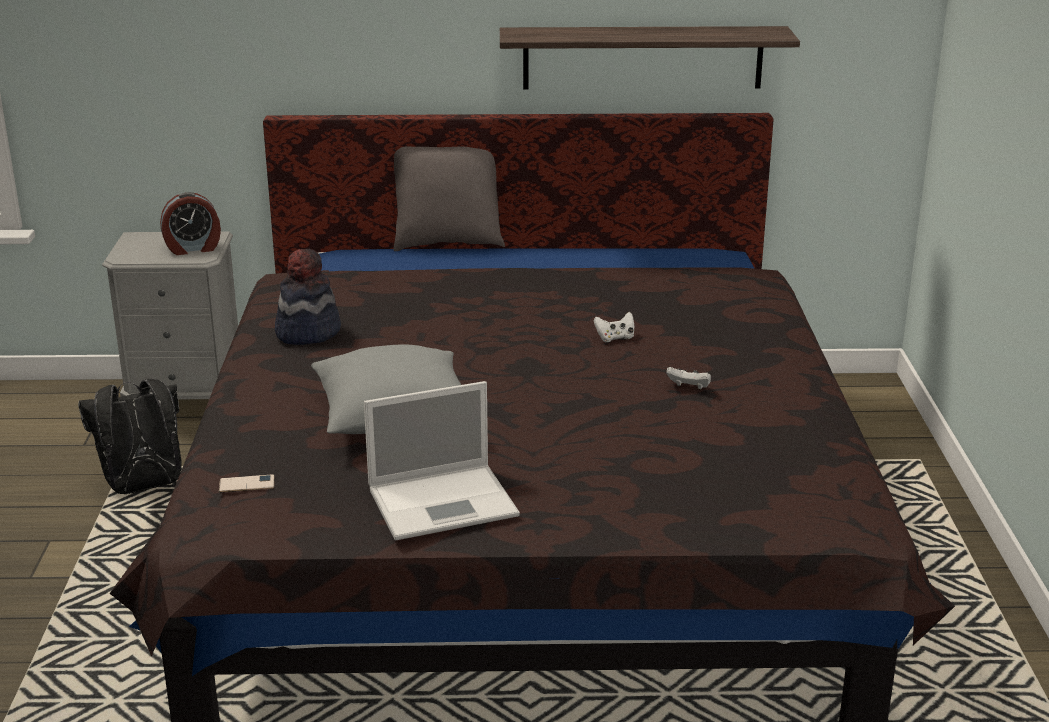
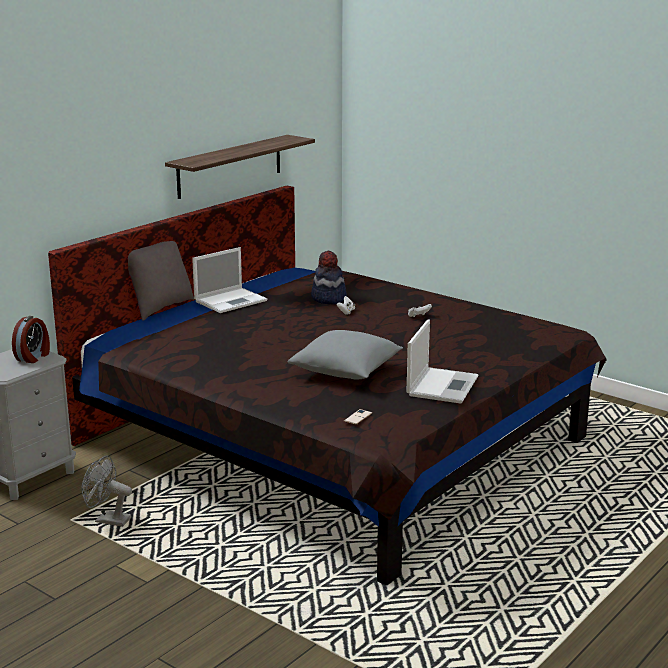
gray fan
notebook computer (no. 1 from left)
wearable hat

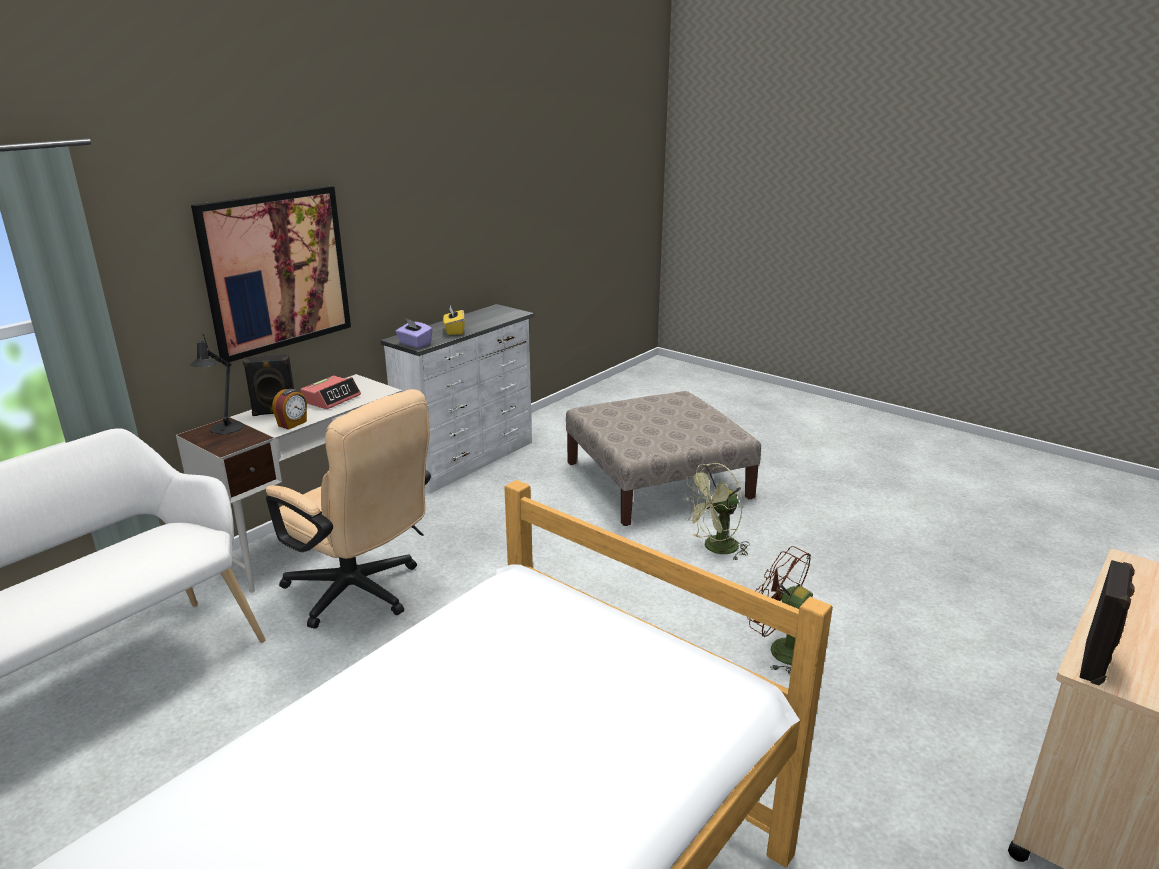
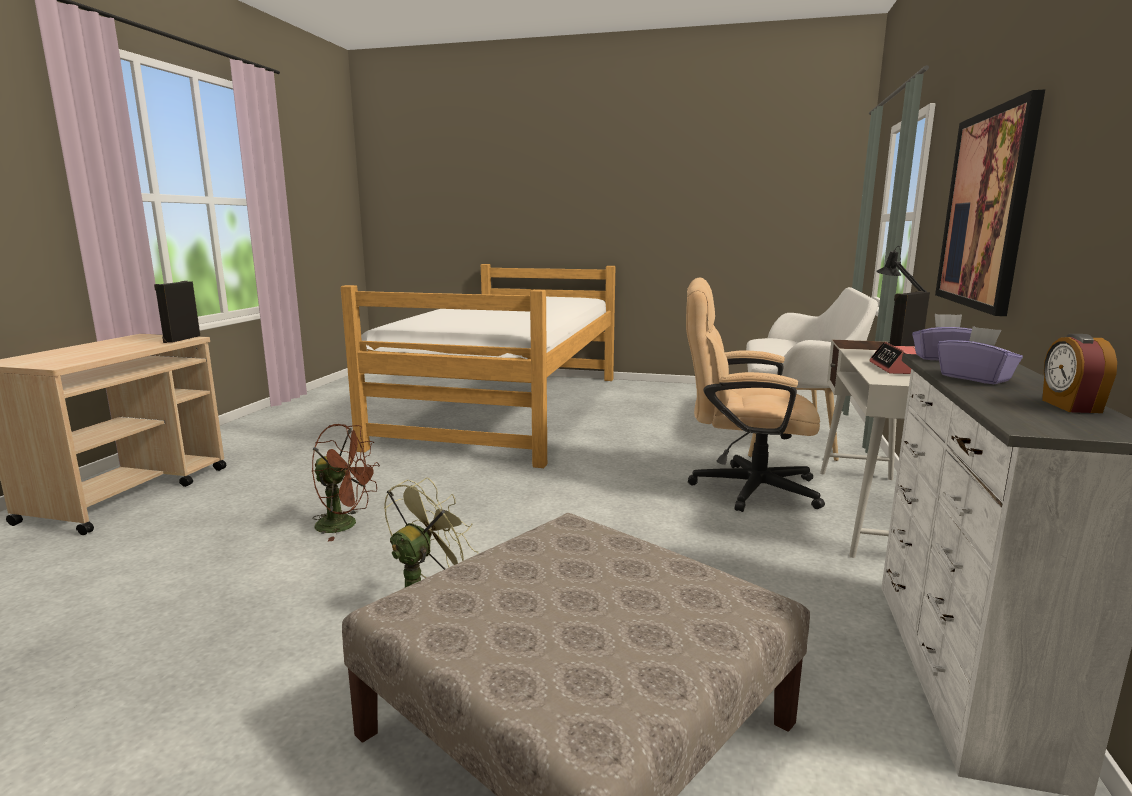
purple box of tissues (no. 2 from left)
alarm clock (no. 2 from left)

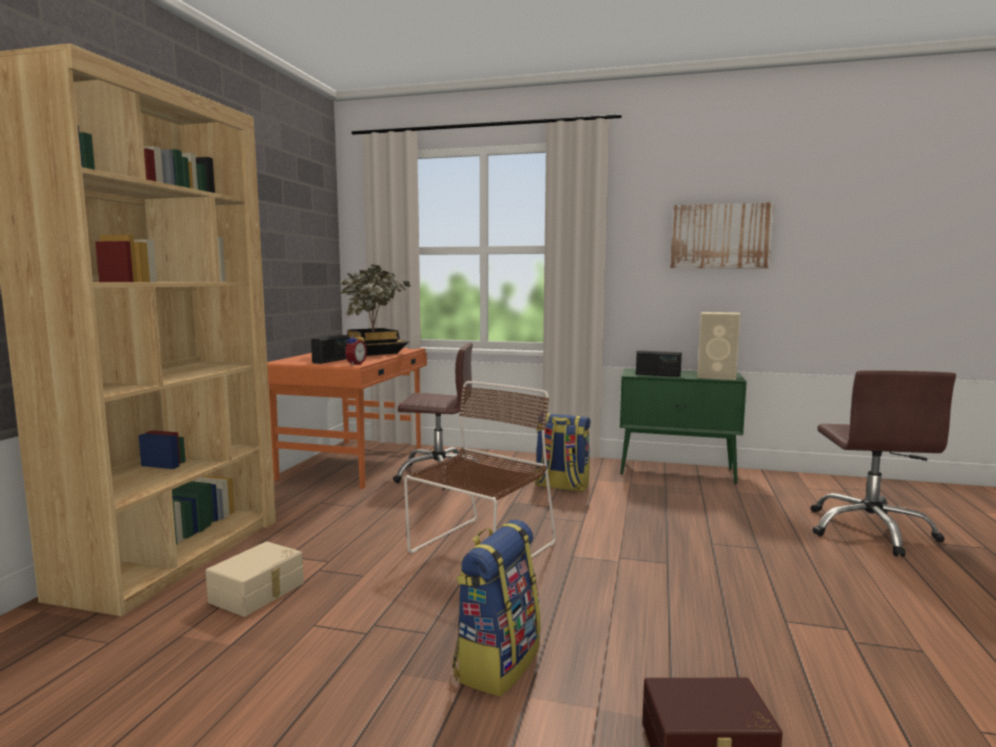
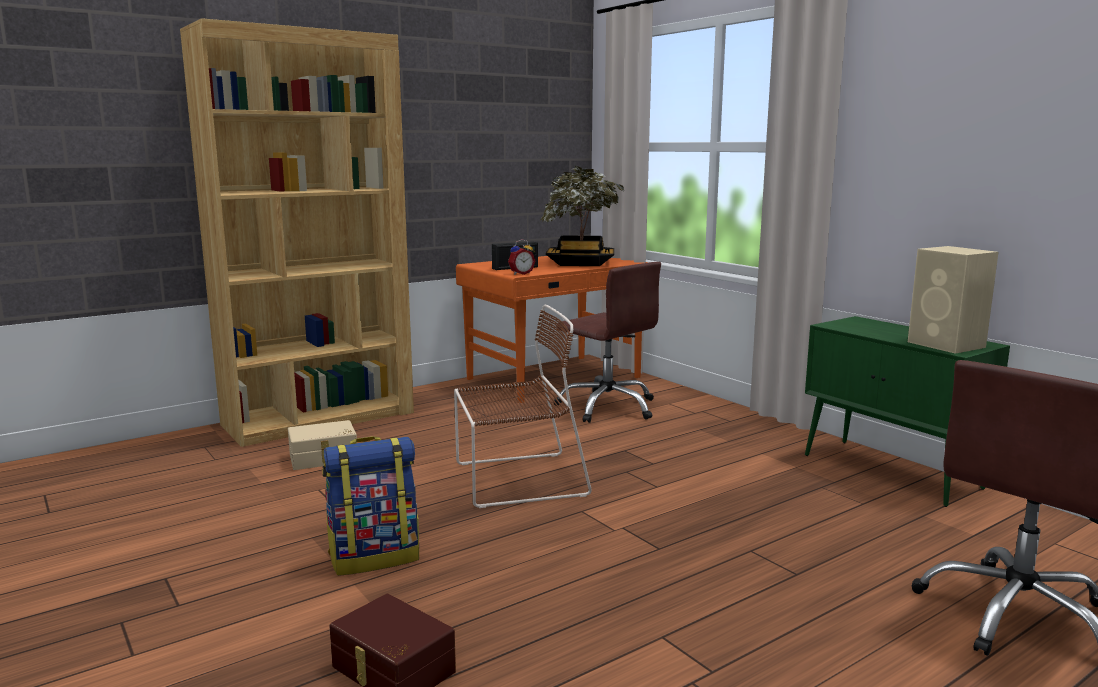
rucksack (no. 2 from left in the first image)
radio set (no. 2 from left in the first image)
wall art

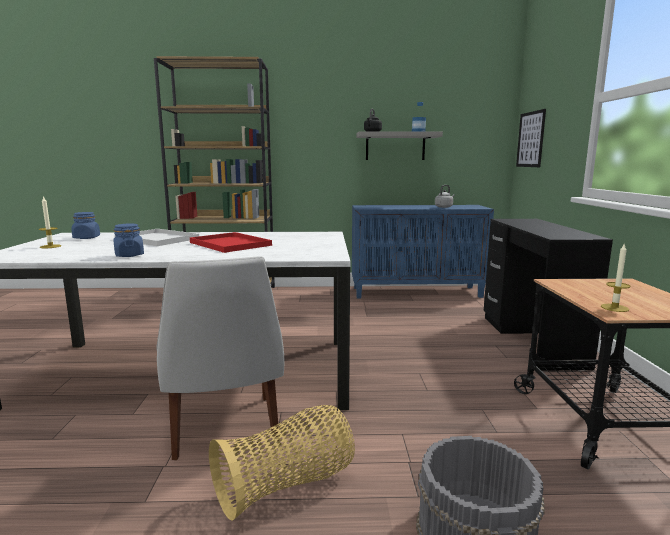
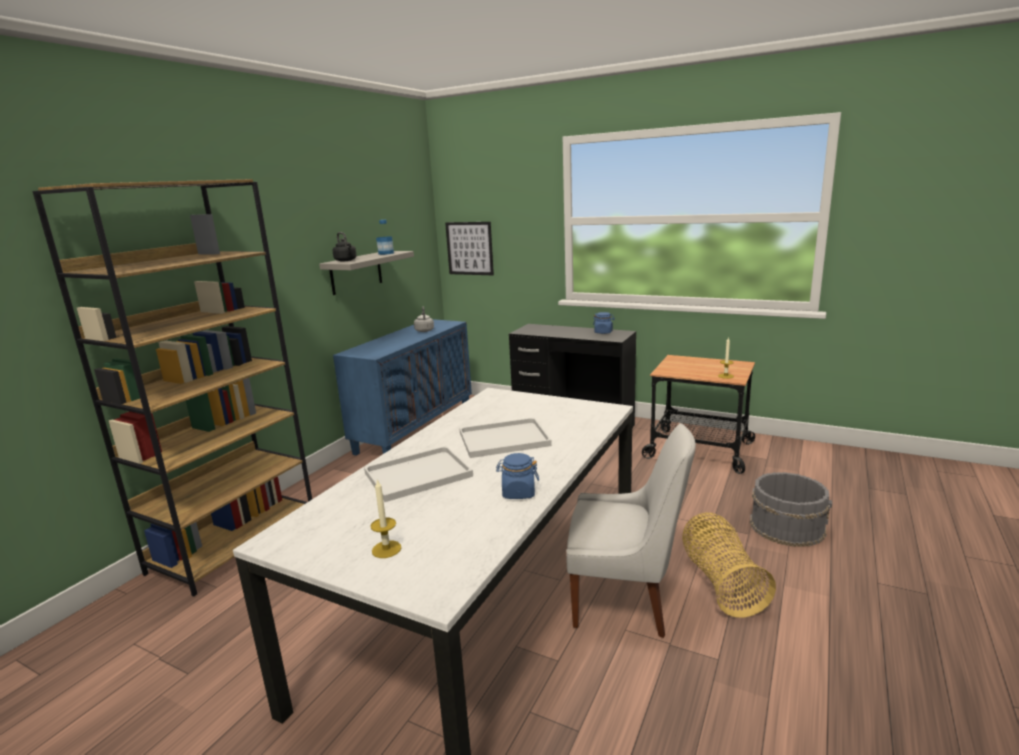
whitish tray (no. 2 from left)
blue jar (no. 2 from left)

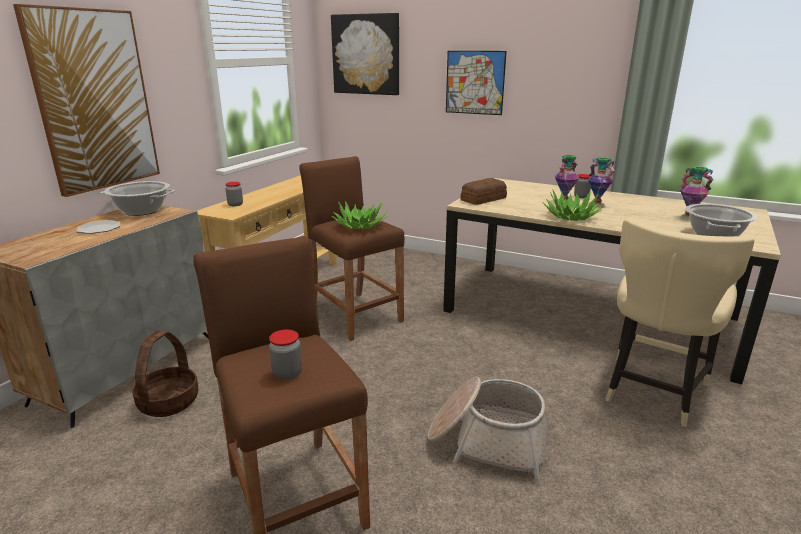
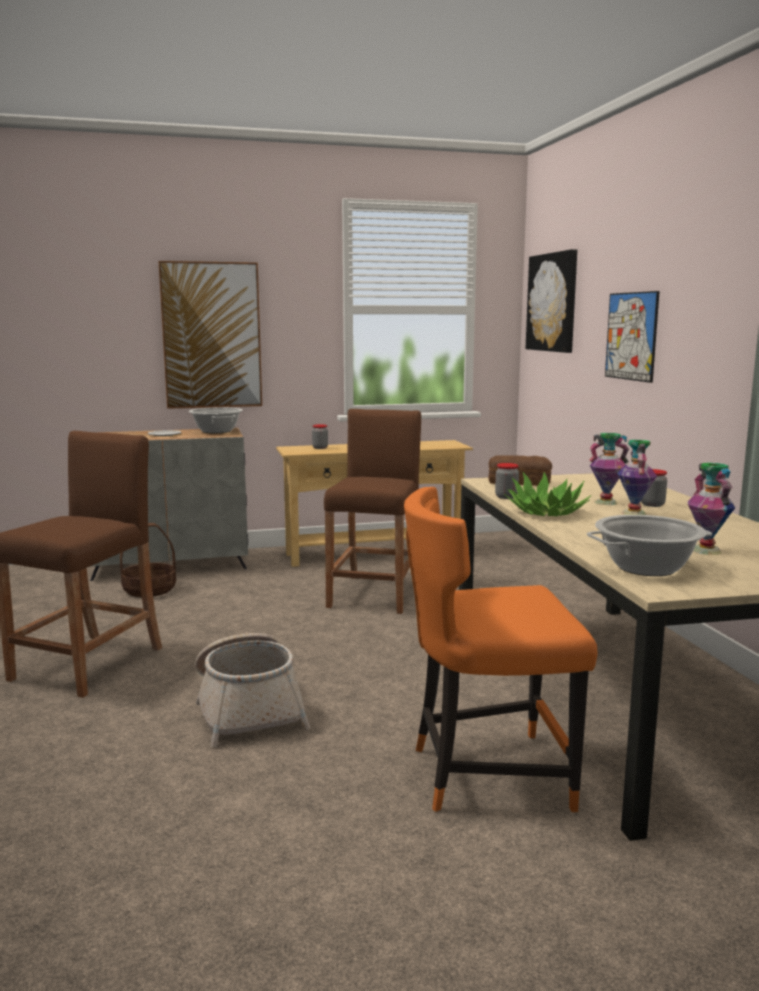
orange chair
jar (no. 2 from left)
plant in a pot (no. 1 from left in the first image)

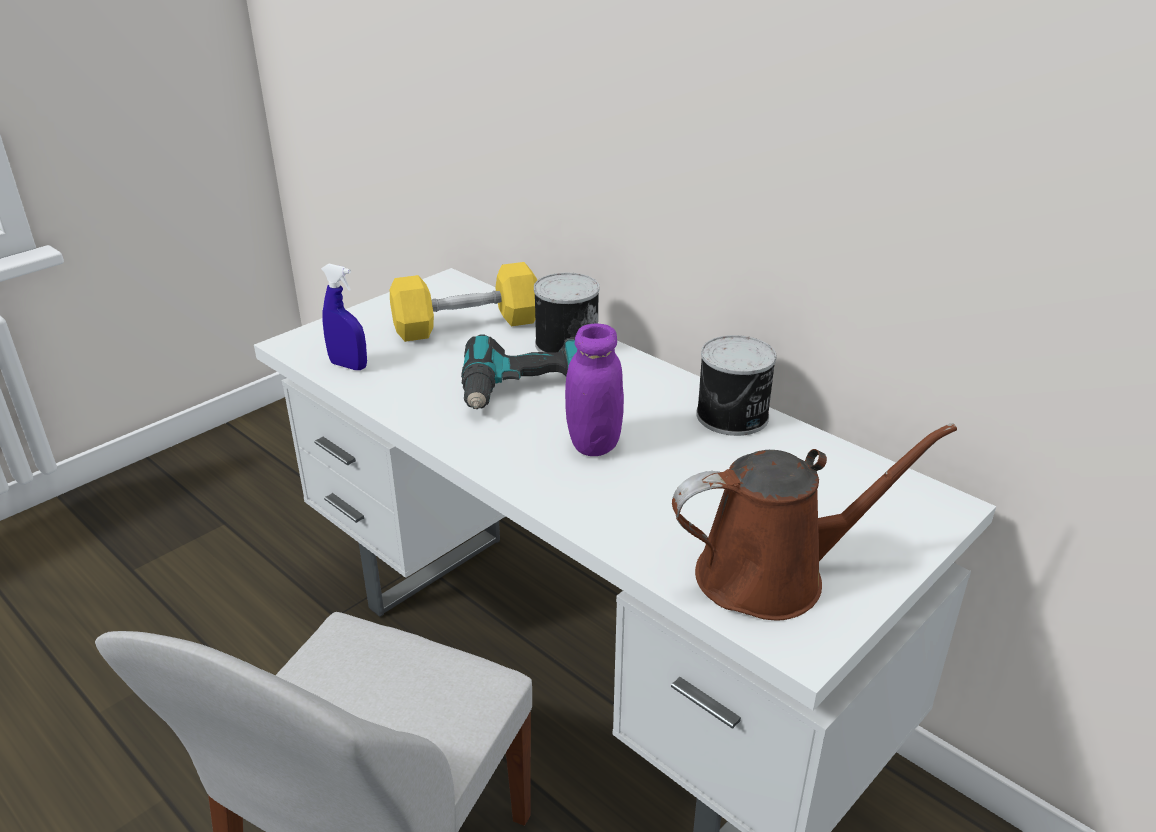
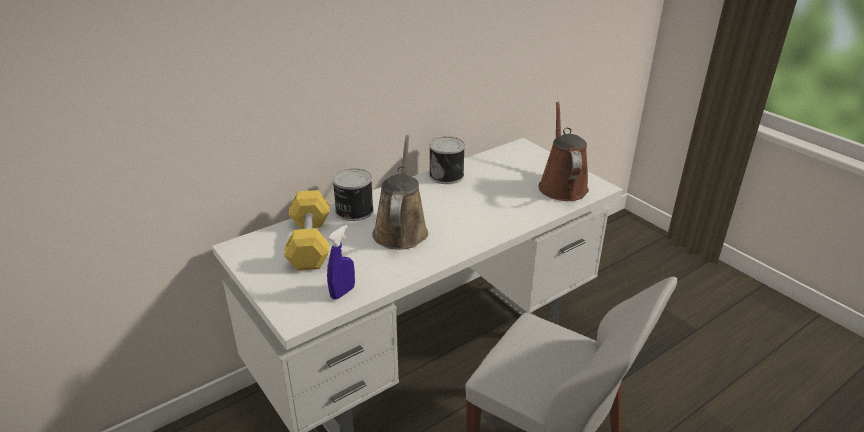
brownish watering can (no. 1 from left)
purple jar

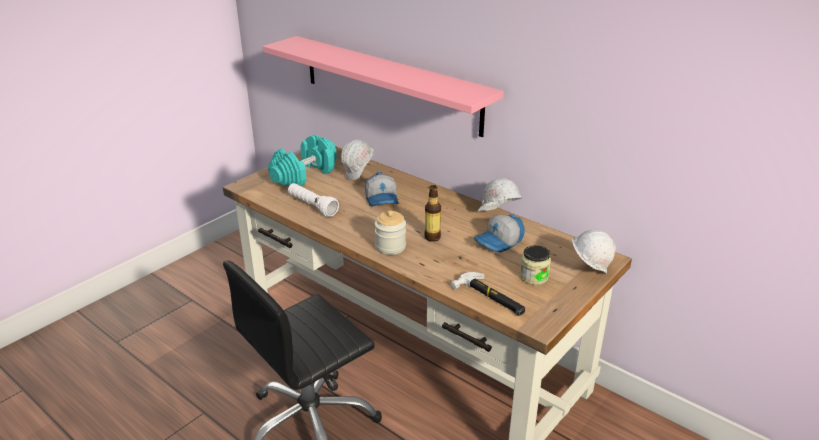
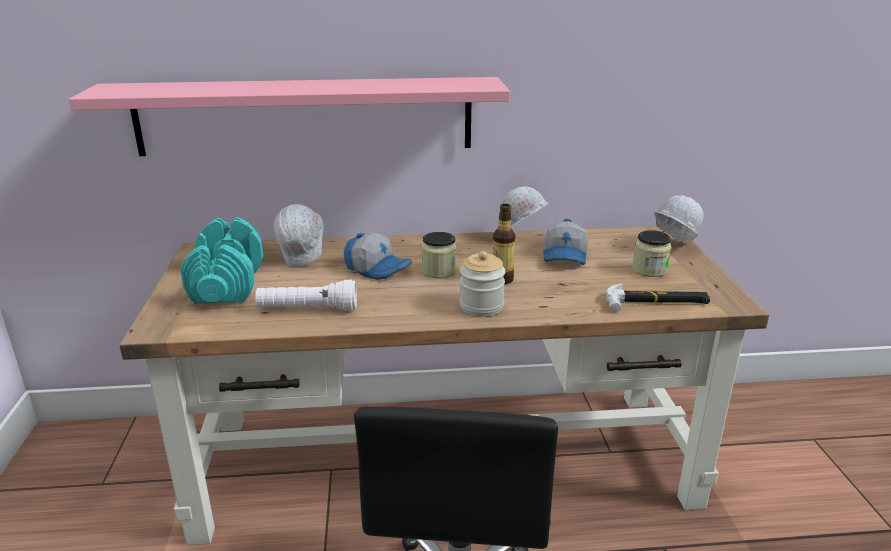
jar (no. 1 from left)

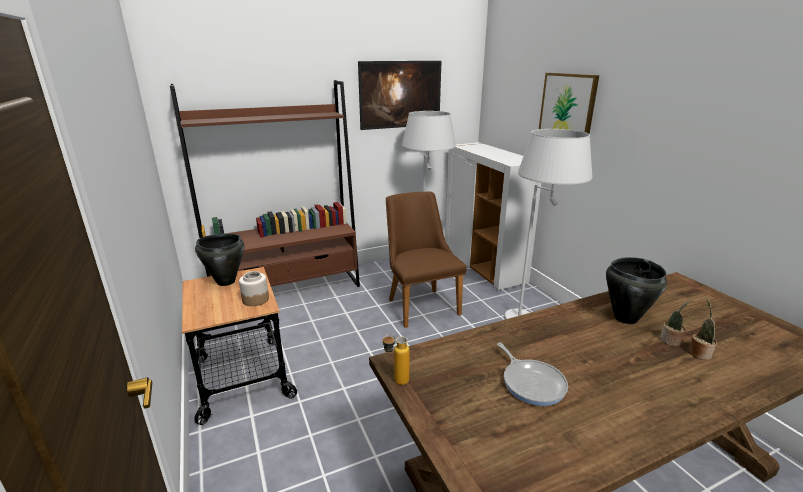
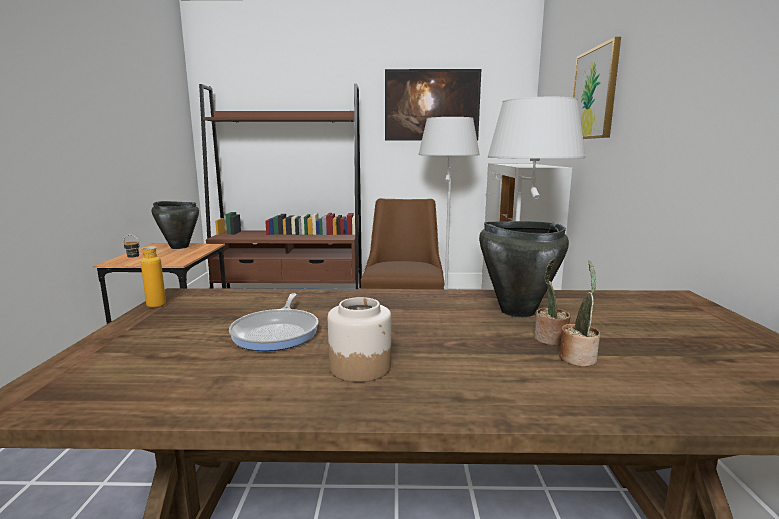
jar

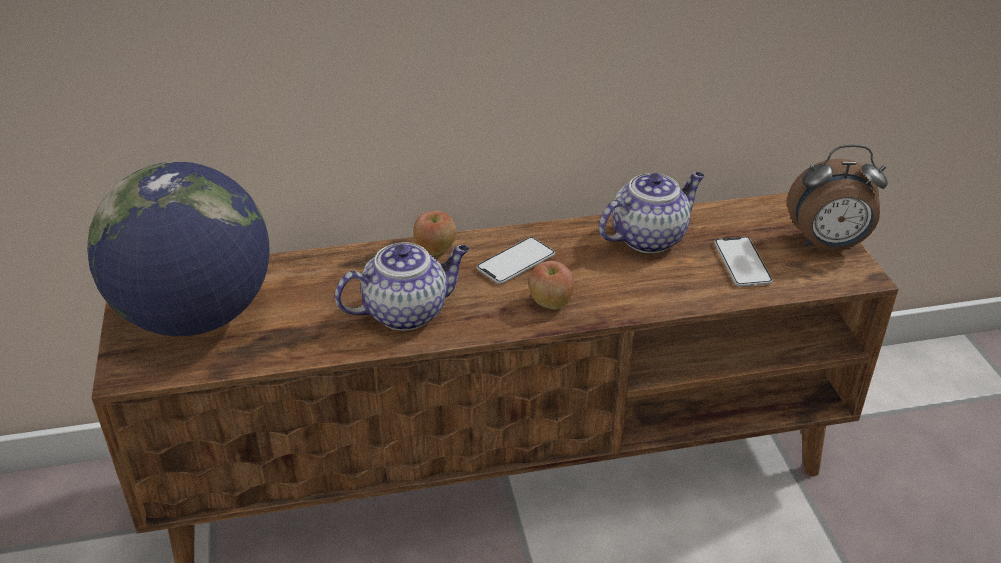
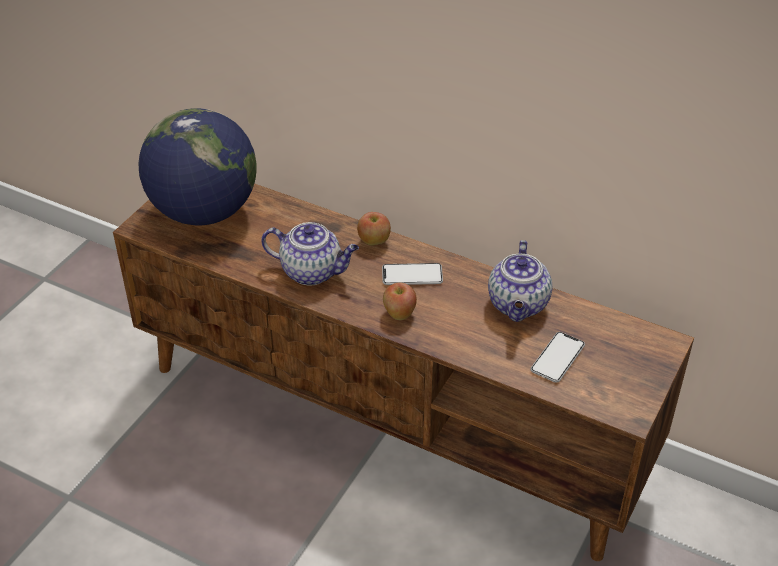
tea pot (no. 2 from left)
alarm clock

